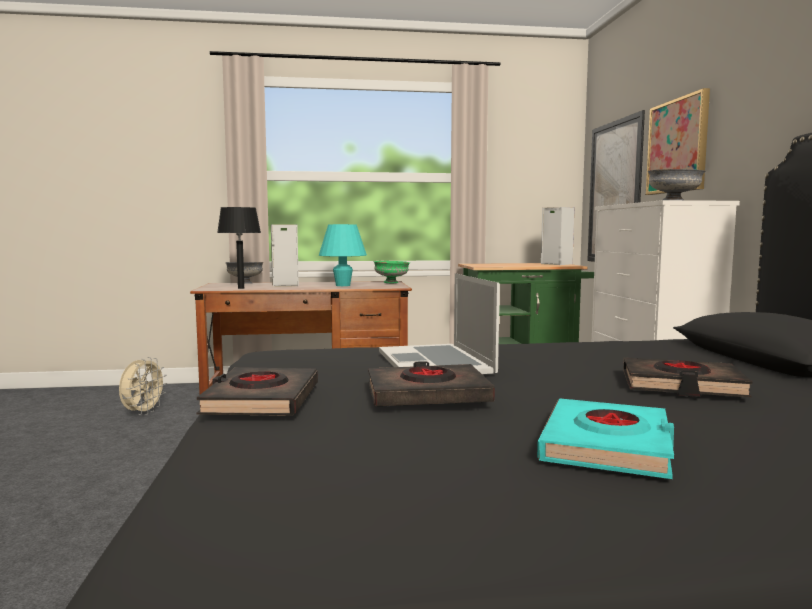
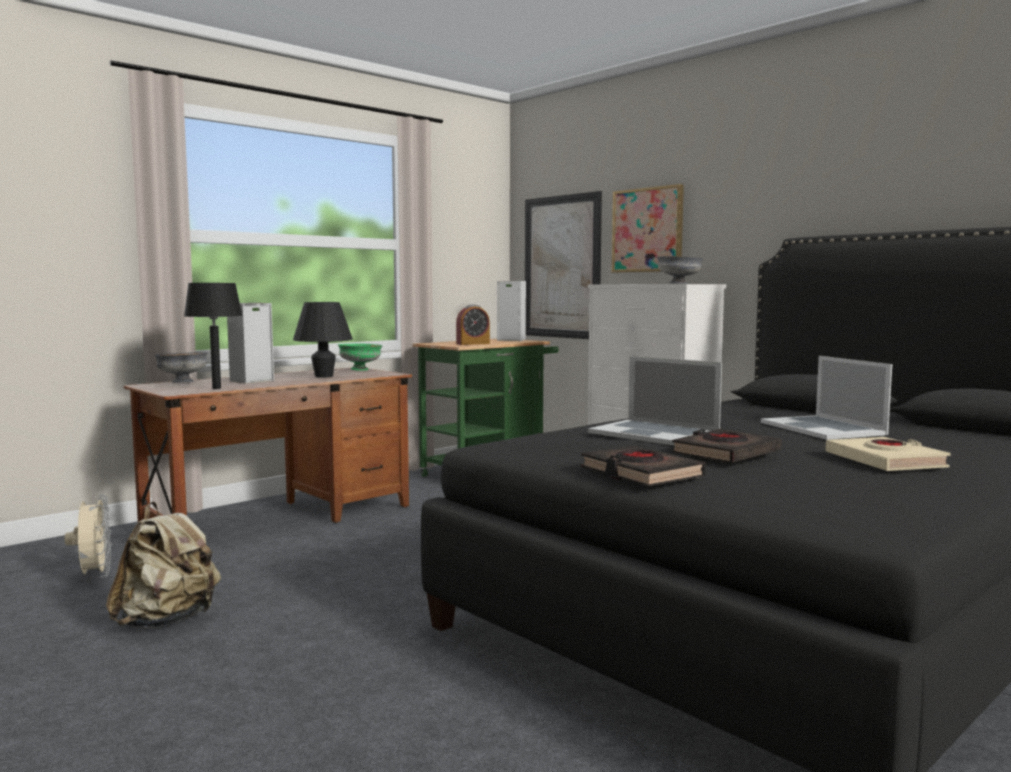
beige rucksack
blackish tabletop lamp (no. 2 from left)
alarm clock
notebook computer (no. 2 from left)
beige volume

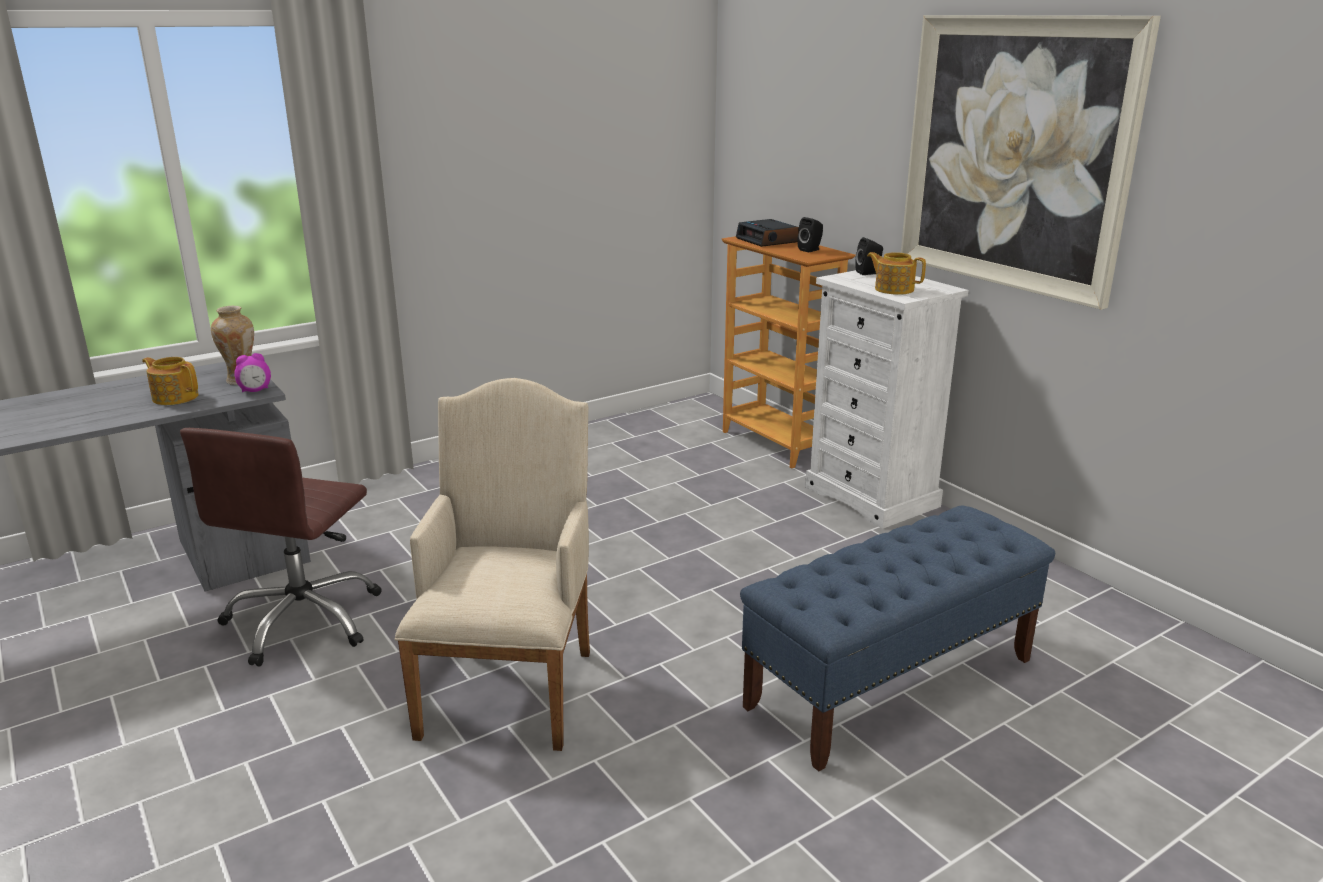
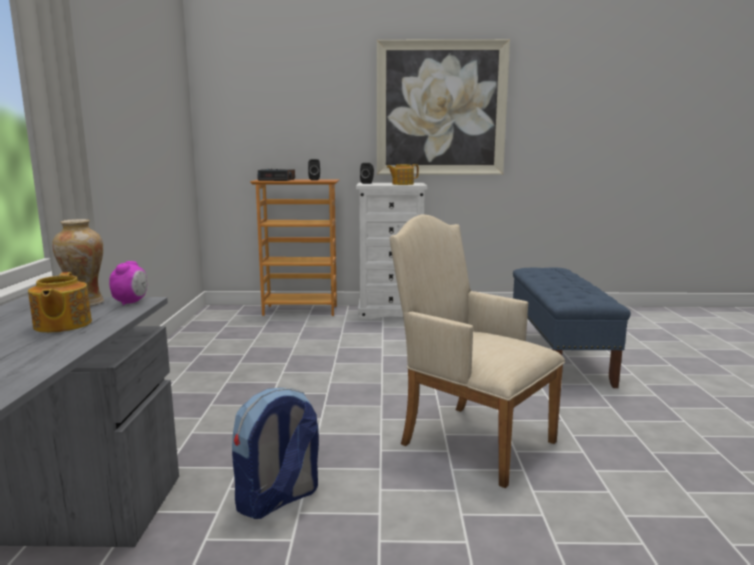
tea pot (no. 1 from left)
rucksack

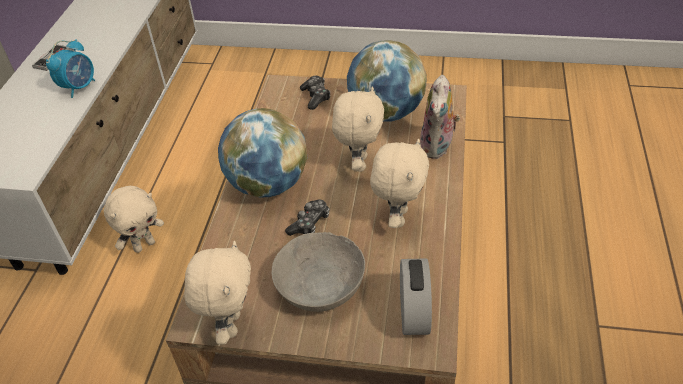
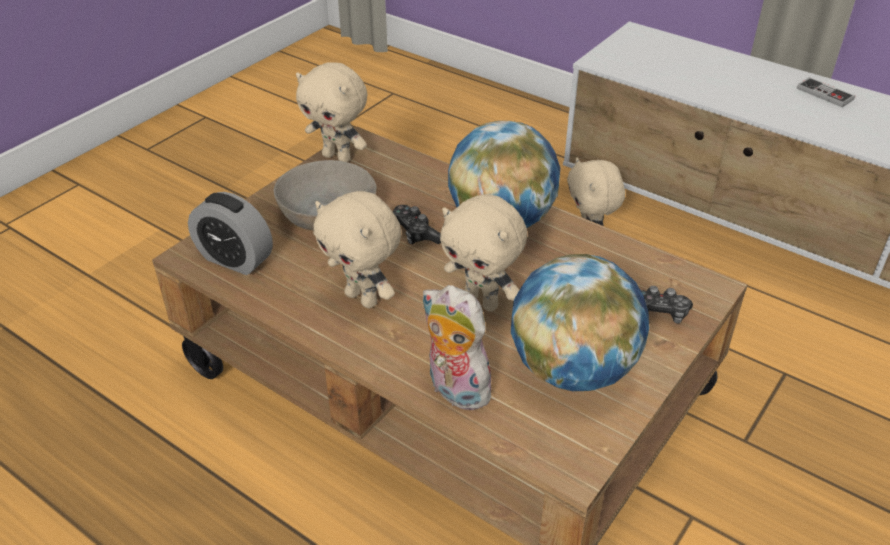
alarm clock (no. 1 from left in the first image)

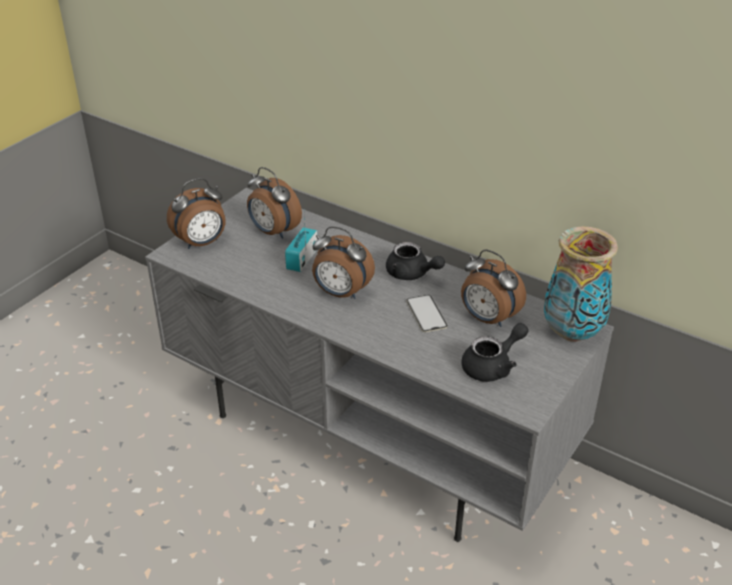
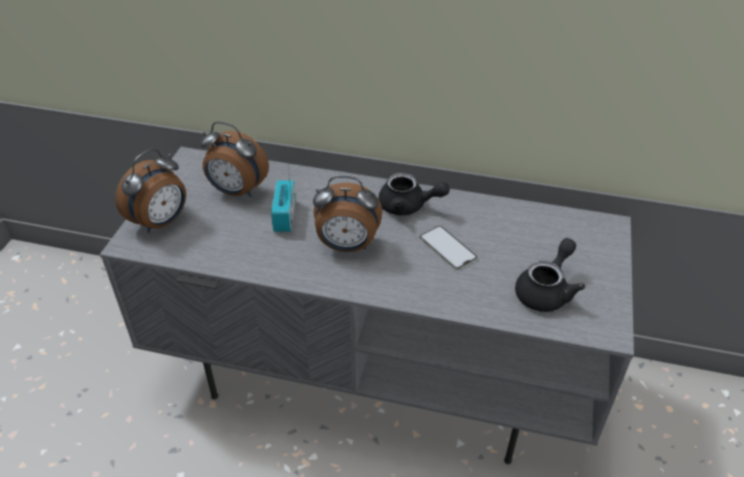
alarm clock (no. 4 from left in the first image)
vase

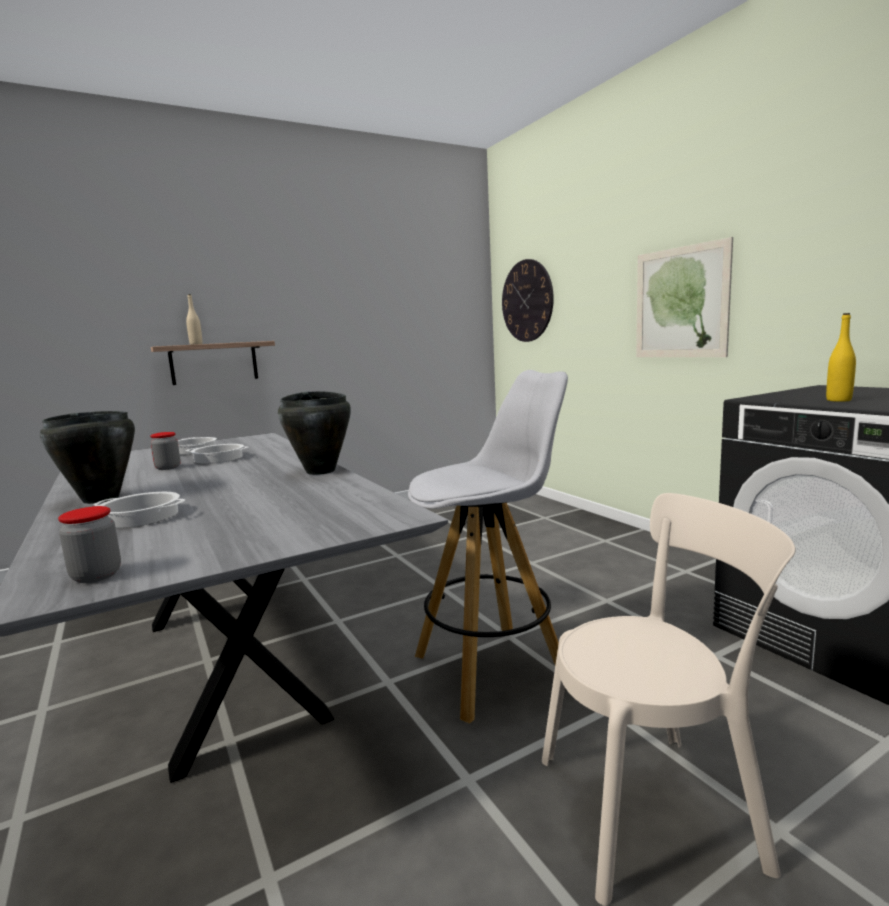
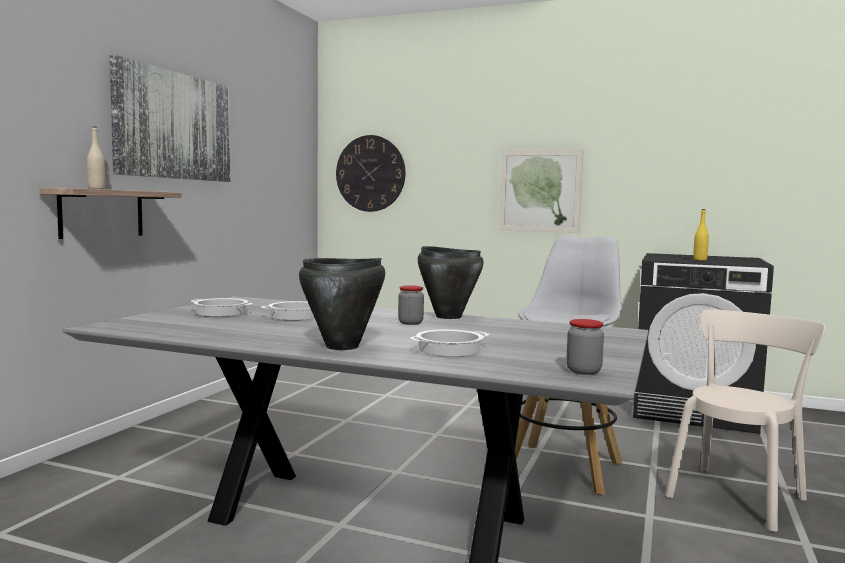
wall art (no. 1 from left)
jar (no. 1 from left)

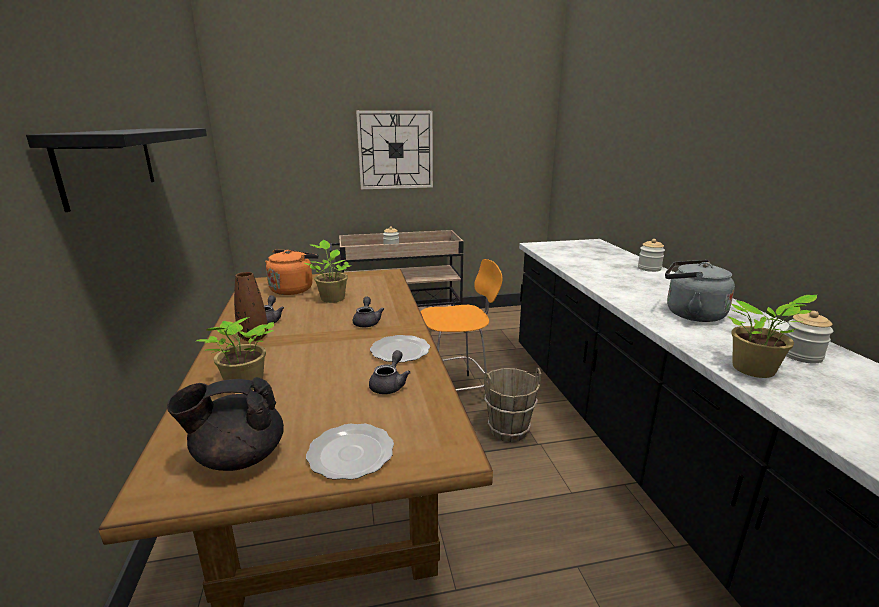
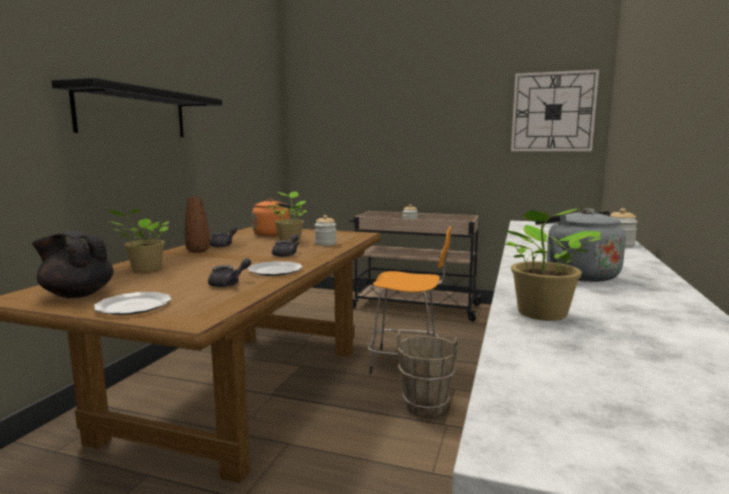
jar (no. 1 from left)
hanging clock

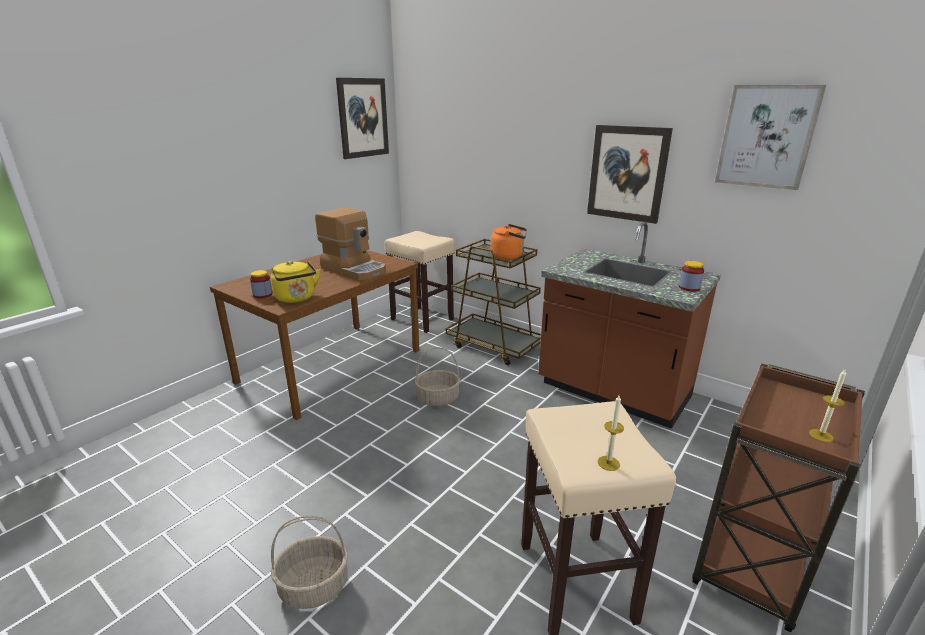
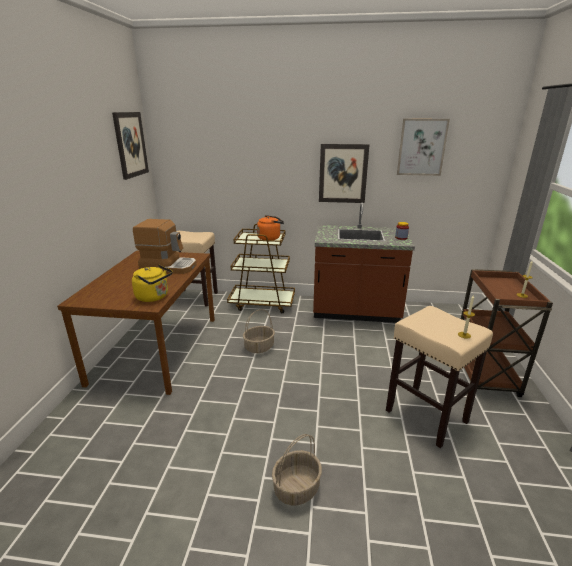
jar (no. 1 from left in the first image)

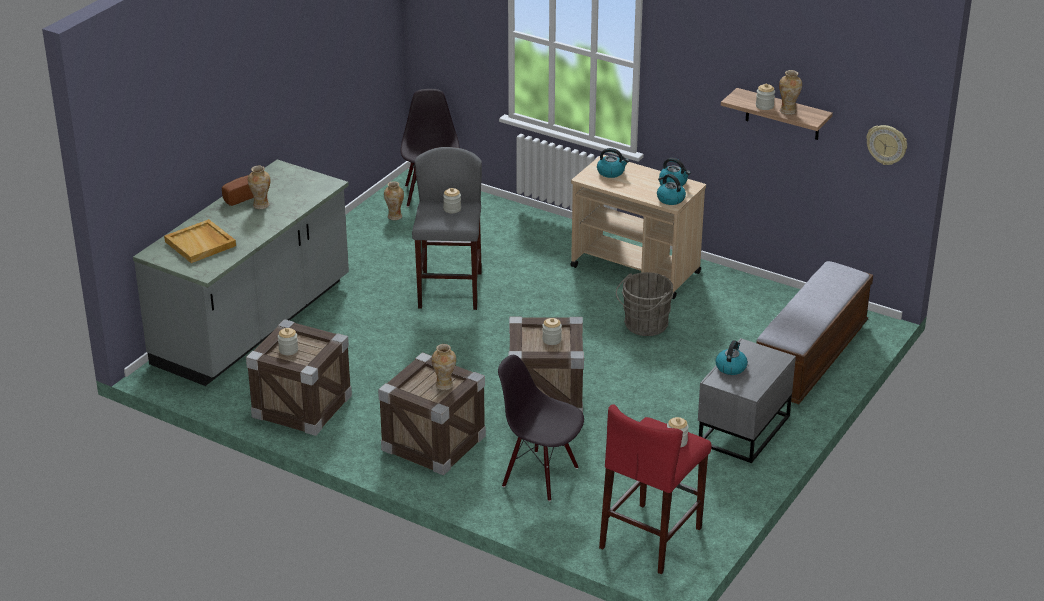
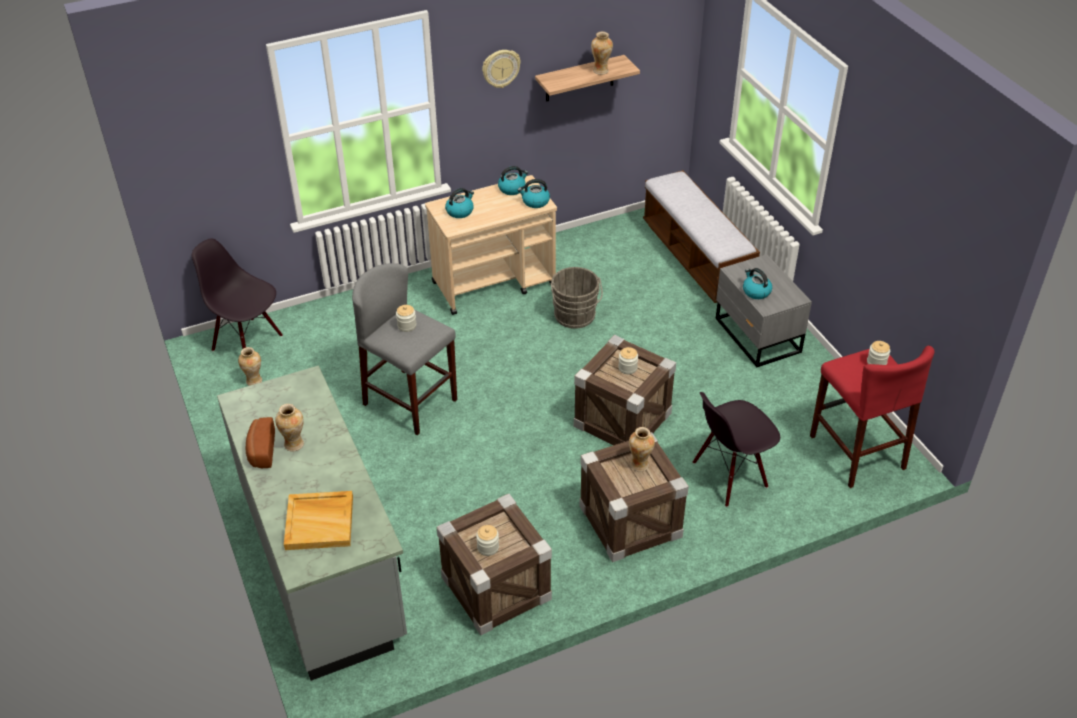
hanging clock
jar (no. 5 from left in the first image)

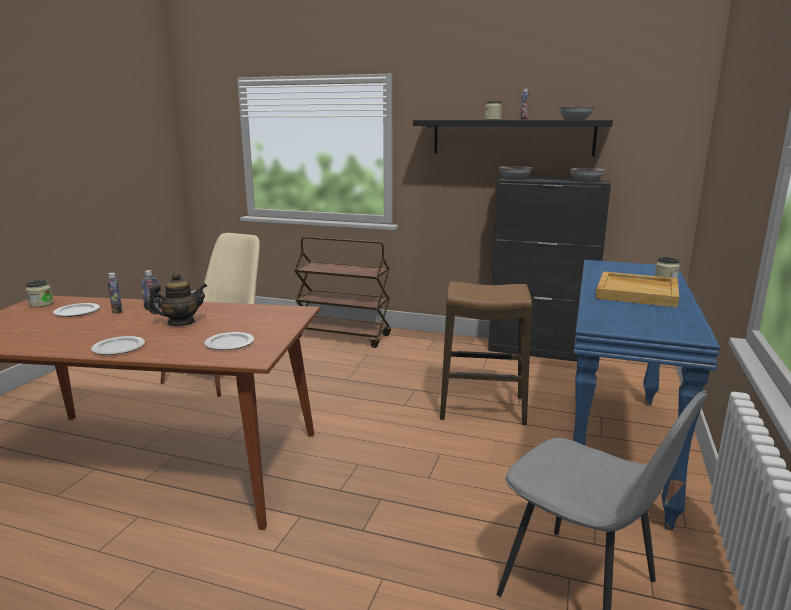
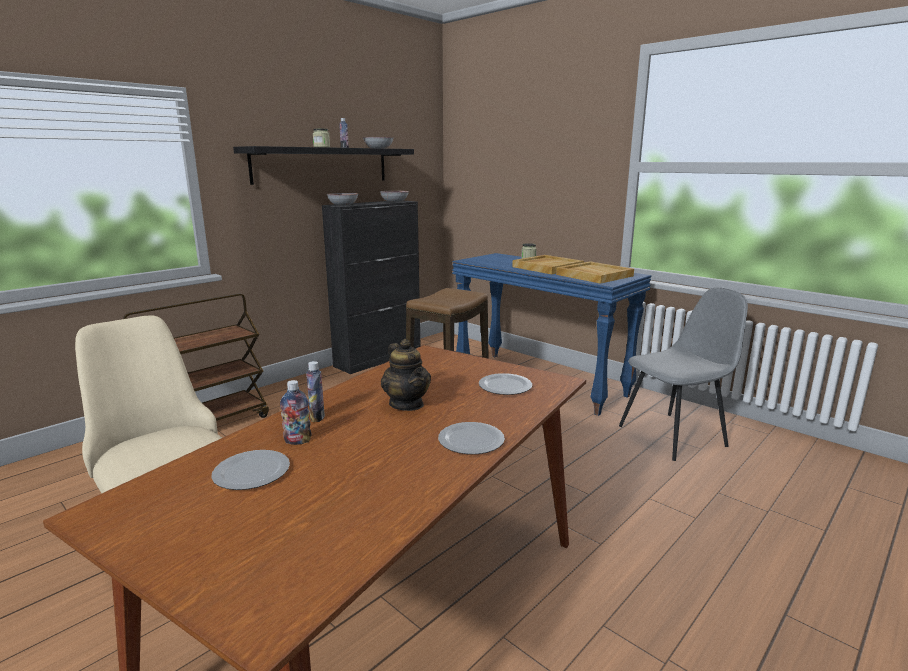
tea pot
beige tray (no. 2 from left)
jar (no. 1 from left in the first image)

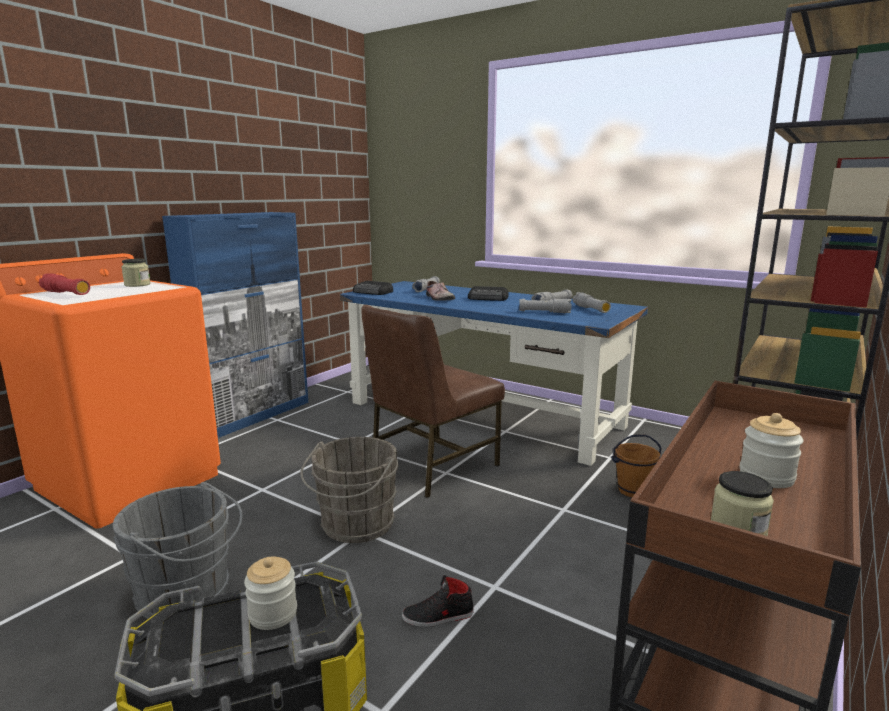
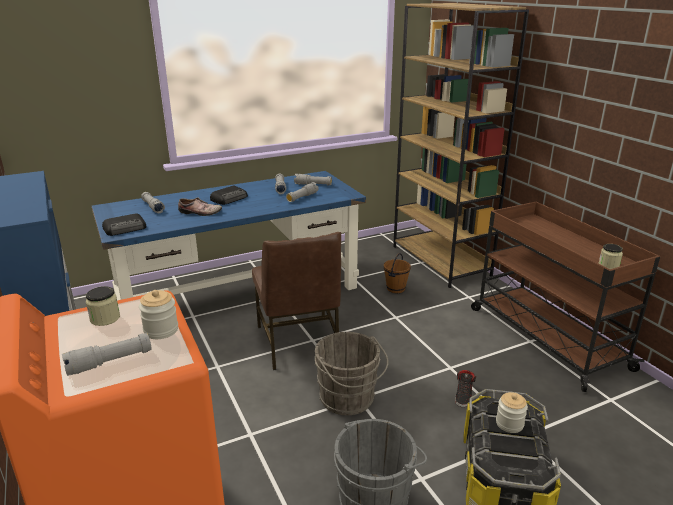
gray torch (no. 1 from left)
jar (no. 2 from left)

